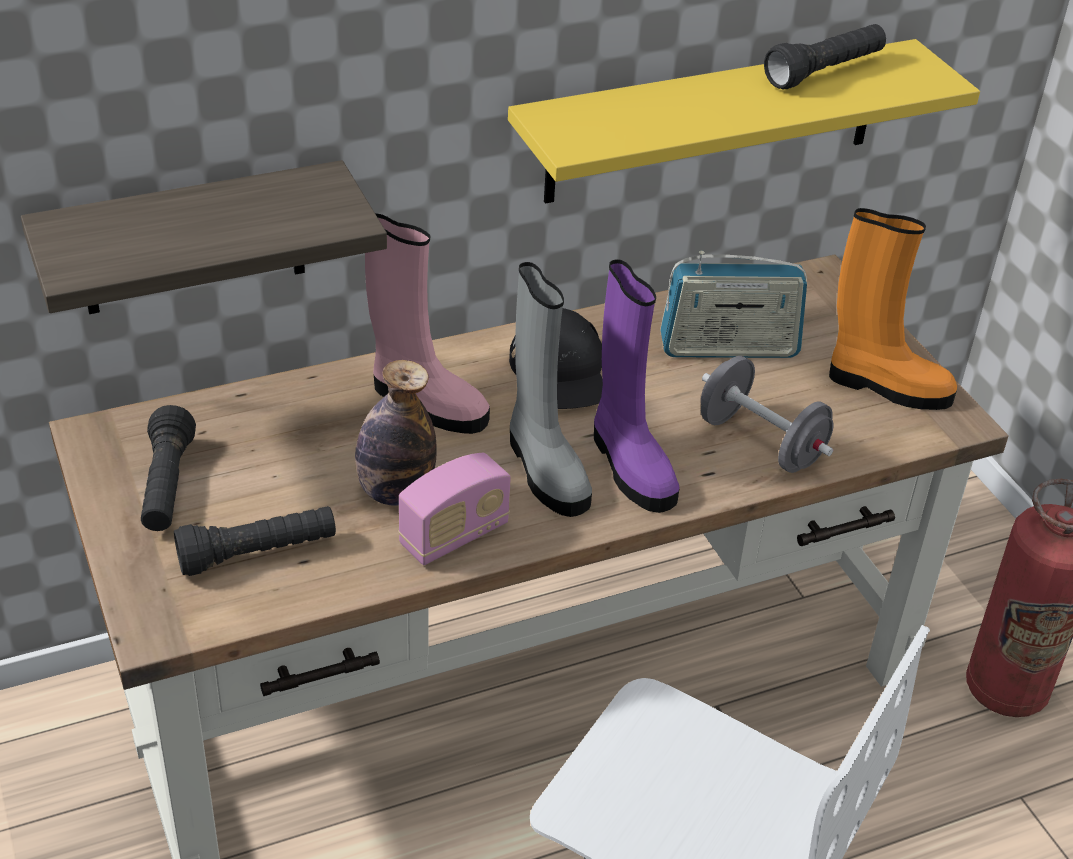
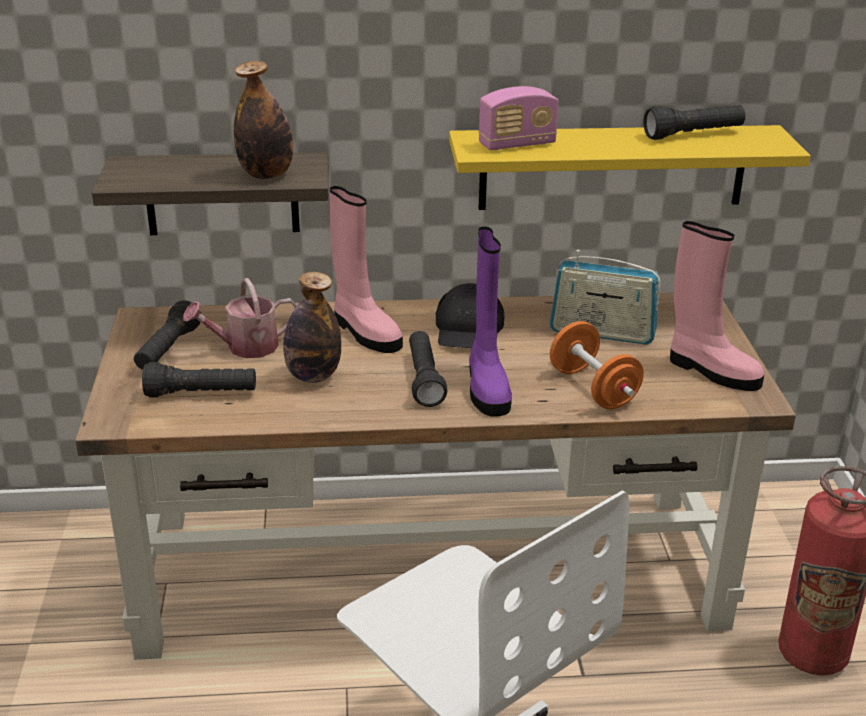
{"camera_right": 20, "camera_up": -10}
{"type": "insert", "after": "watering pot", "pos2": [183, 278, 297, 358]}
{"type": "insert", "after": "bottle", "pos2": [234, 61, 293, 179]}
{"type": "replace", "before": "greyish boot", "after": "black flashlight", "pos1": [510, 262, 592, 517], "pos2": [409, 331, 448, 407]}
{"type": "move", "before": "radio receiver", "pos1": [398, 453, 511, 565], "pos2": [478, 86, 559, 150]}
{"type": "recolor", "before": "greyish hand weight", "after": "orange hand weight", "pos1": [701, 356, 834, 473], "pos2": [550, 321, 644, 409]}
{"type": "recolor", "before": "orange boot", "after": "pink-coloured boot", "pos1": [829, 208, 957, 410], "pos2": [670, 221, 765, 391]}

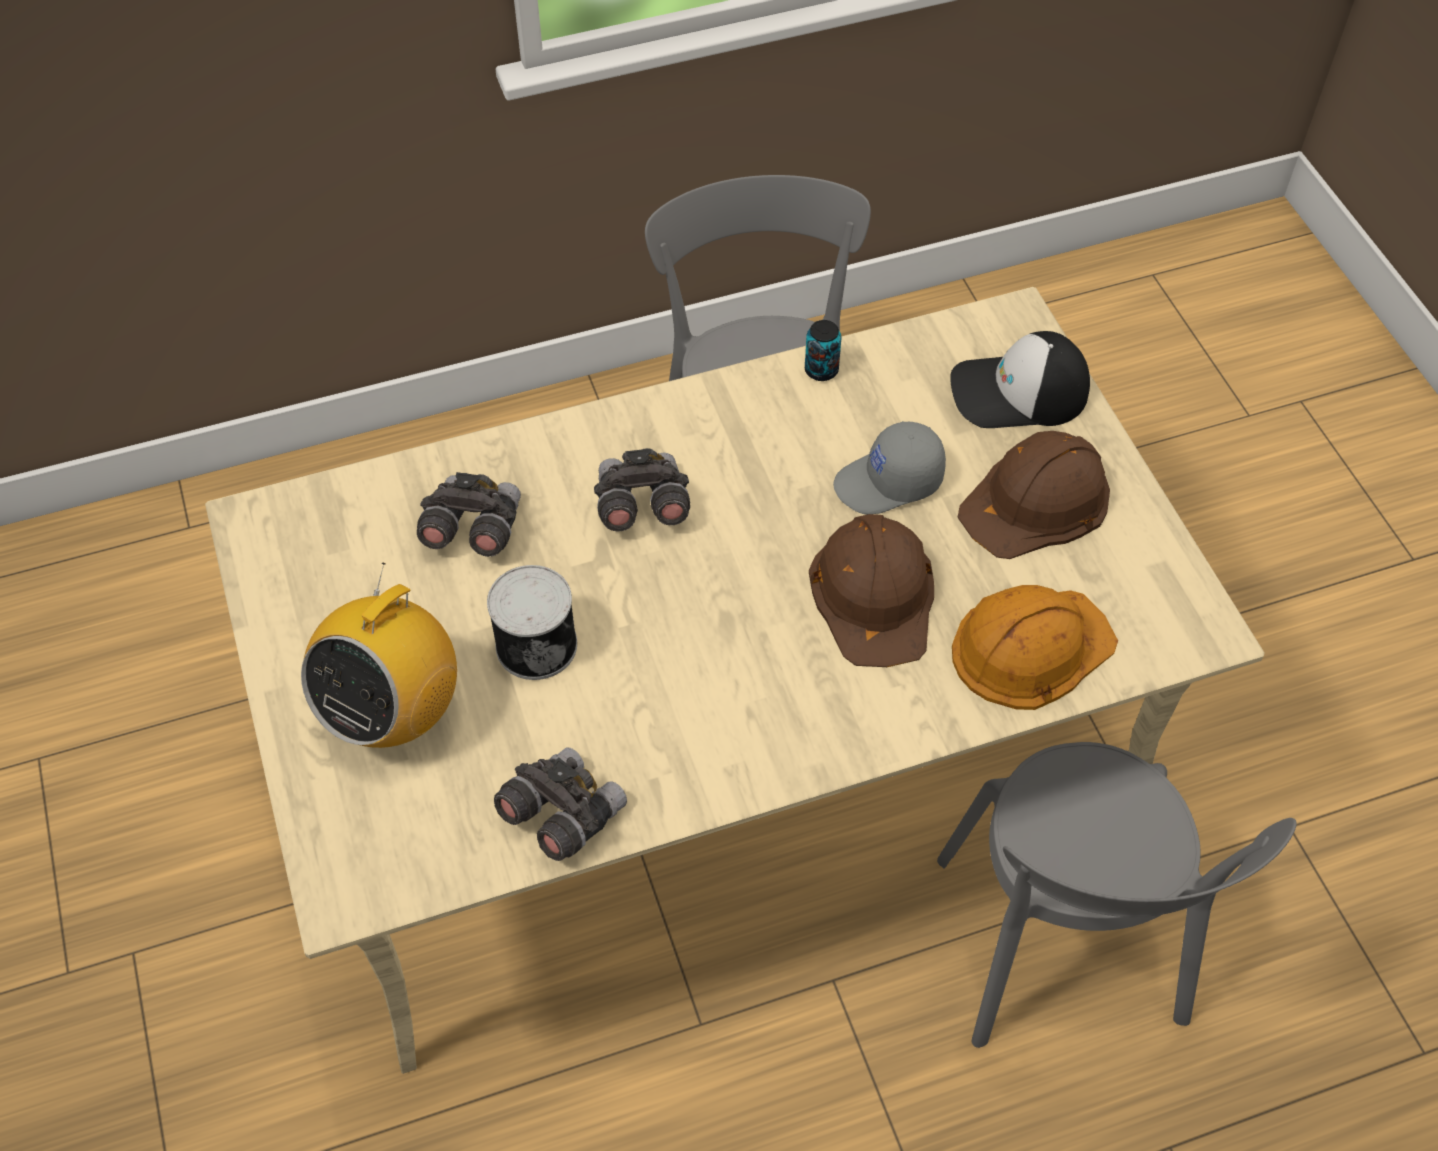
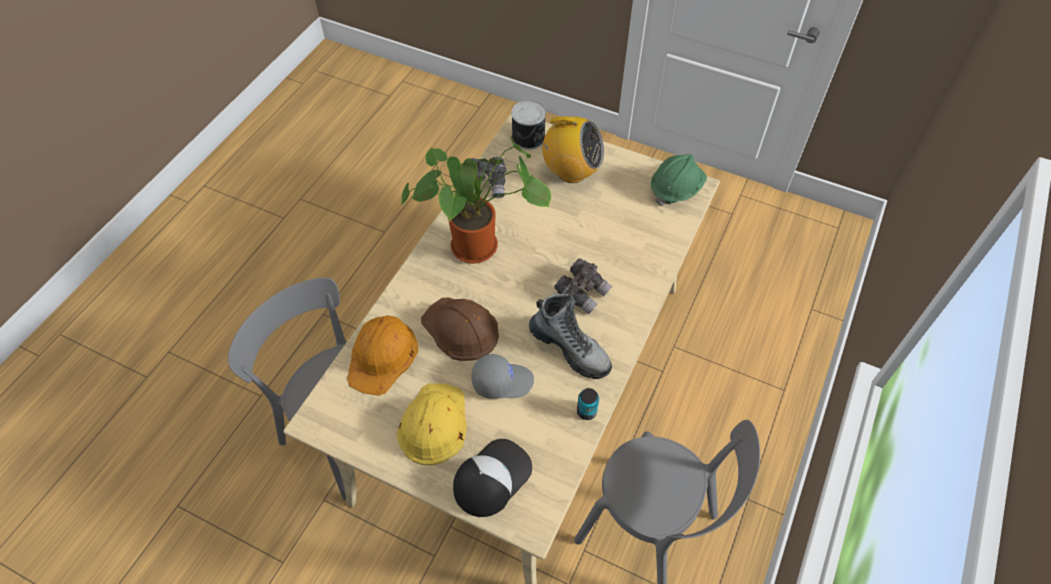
{"camera_right": 135, "camera_up": 0}
{"type": "recolor", "before": "brown-coloured work helmet", "after": "yellowish work helmet", "pos1": [958, 431, 1110, 559], "pos2": [396, 383, 467, 465]}
{"type": "insert", "after": "plant in a pot", "pos2": [401, 136, 551, 263]}
{"type": "rotate", "before": "greyish cap", "pos1": [833, 421, 946, 514], "pos2": [471, 354, 534, 399], "turn": 60}
{"type": "move", "before": "metal can", "pos1": [487, 565, 577, 680], "pos2": [511, 100, 546, 150]}
{"type": "insert", "after": "boot", "pos2": [529, 293, 612, 379]}
{"type": "rotate", "before": "radio receiver", "pos1": [301, 563, 457, 748], "pos2": [538, 116, 604, 183], "turn": 120}
{"type": "insert", "after": "green work helmet", "pos2": [651, 154, 707, 206]}
{"type": "delete", "before": "greyish pair of binoculars", "pos1": [417, 472, 521, 557]}

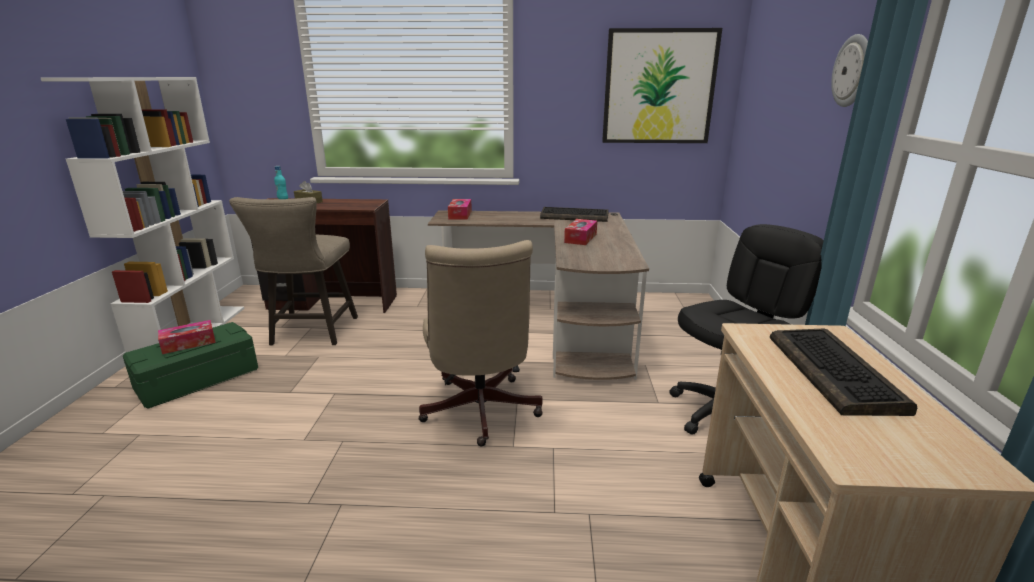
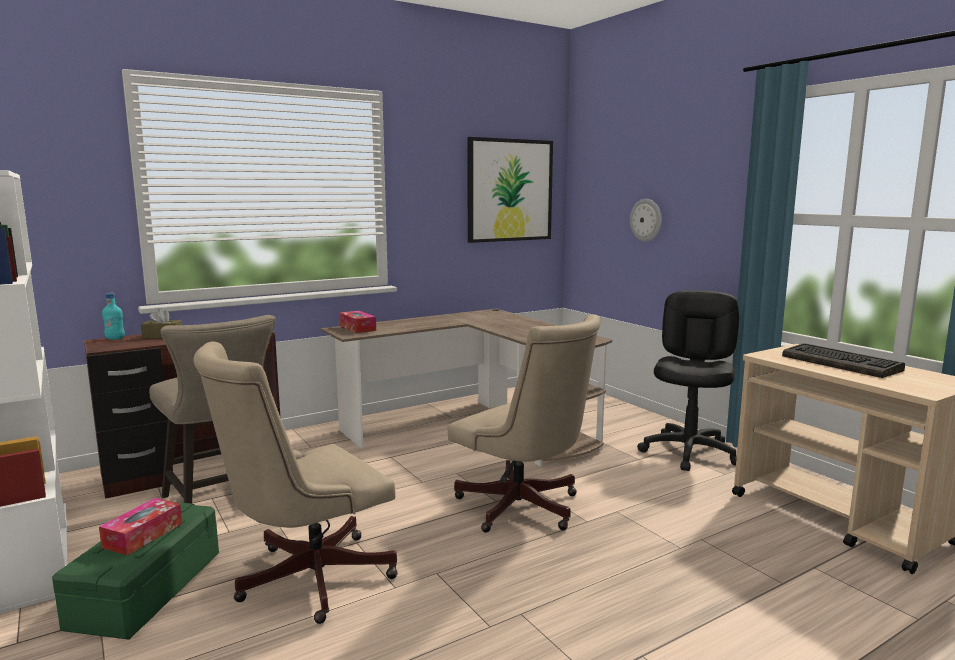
{"camera_right": -35, "camera_up": -10}
{"type": "insert", "after": "beige desk chair", "pos2": [193, 342, 398, 624]}
{"type": "move", "before": "clock on the wall", "pos1": [831, 34, 868, 107], "pos2": [630, 199, 662, 242]}
{"type": "delete", "before": "computer keyboard", "pos1": [540, 207, 609, 222]}
{"type": "delete", "before": "box of tissues", "pos1": [564, 219, 597, 245]}

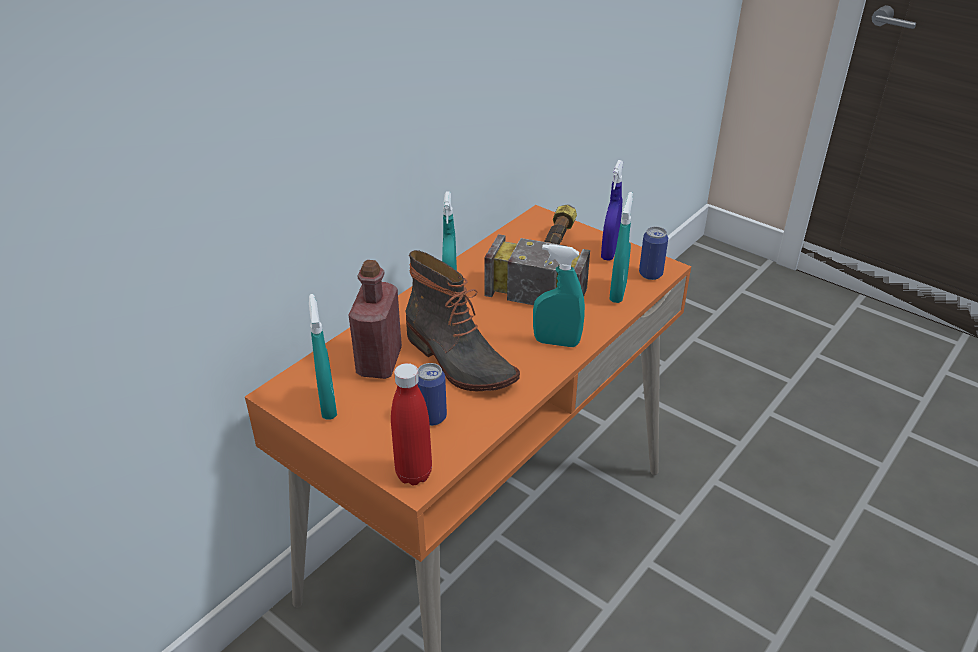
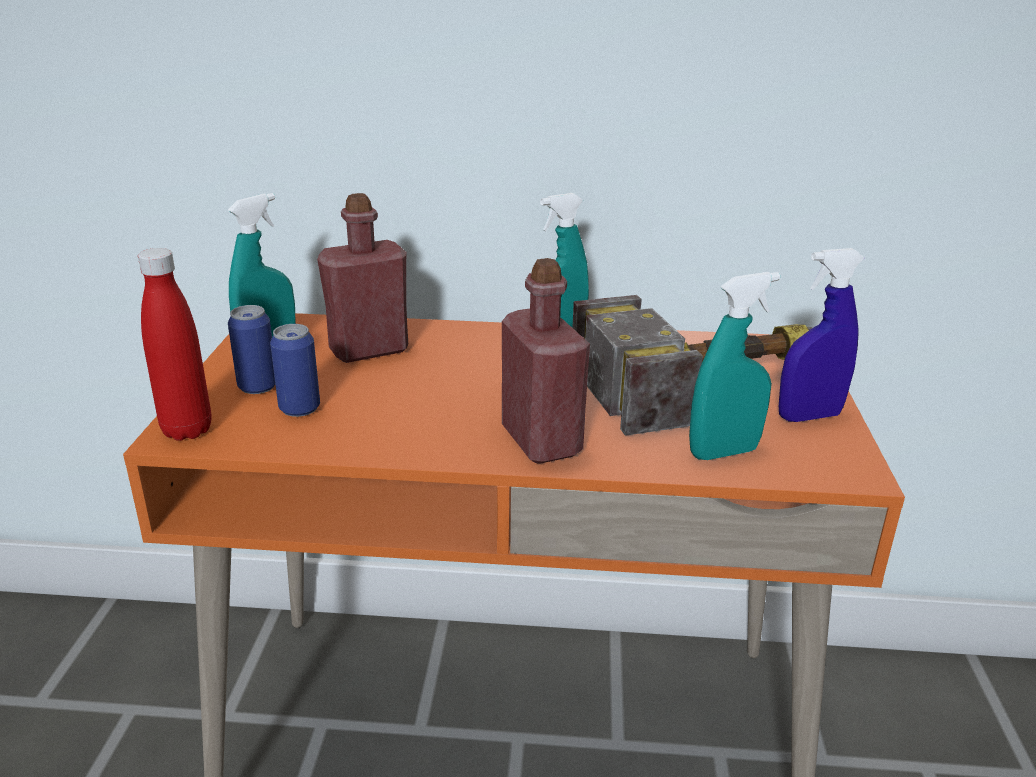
{"camera_right": 55, "camera_up": -10}
{"type": "move", "before": "metal can", "pos1": [639, 226, 668, 280], "pos2": [228, 305, 275, 394]}
{"type": "replace", "before": "turquoise spray bottle", "after": "red-coloured bottle", "pos1": [533, 244, 585, 347], "pos2": [502, 258, 590, 464]}
{"type": "delete", "before": "boot", "pos1": [405, 250, 520, 391]}

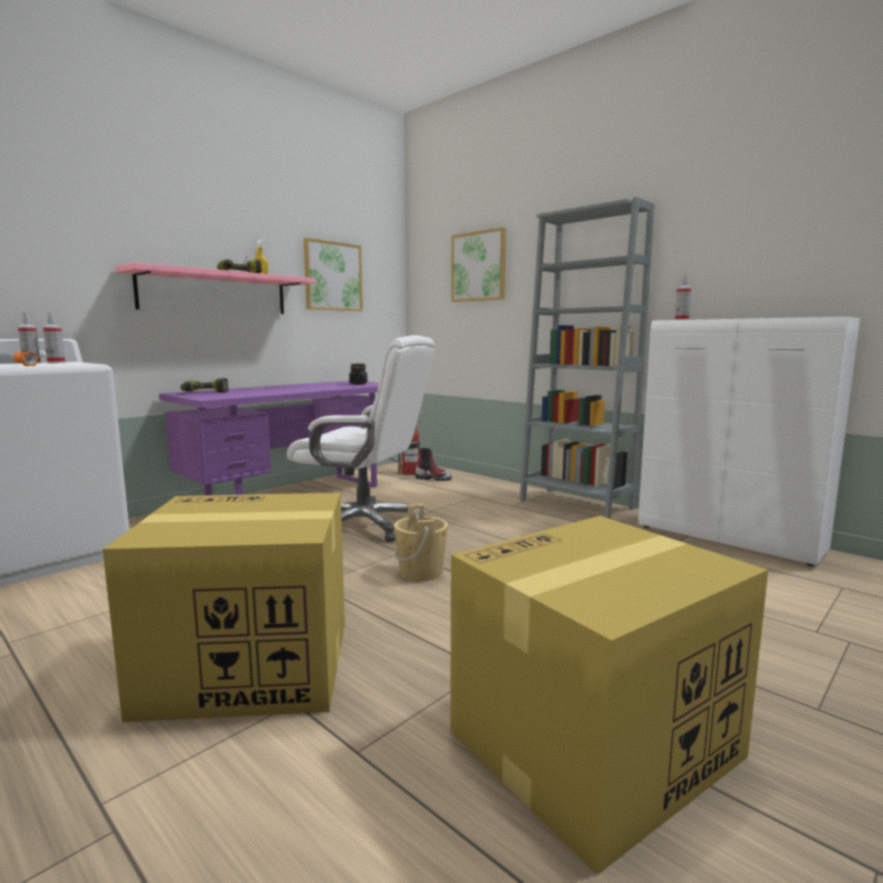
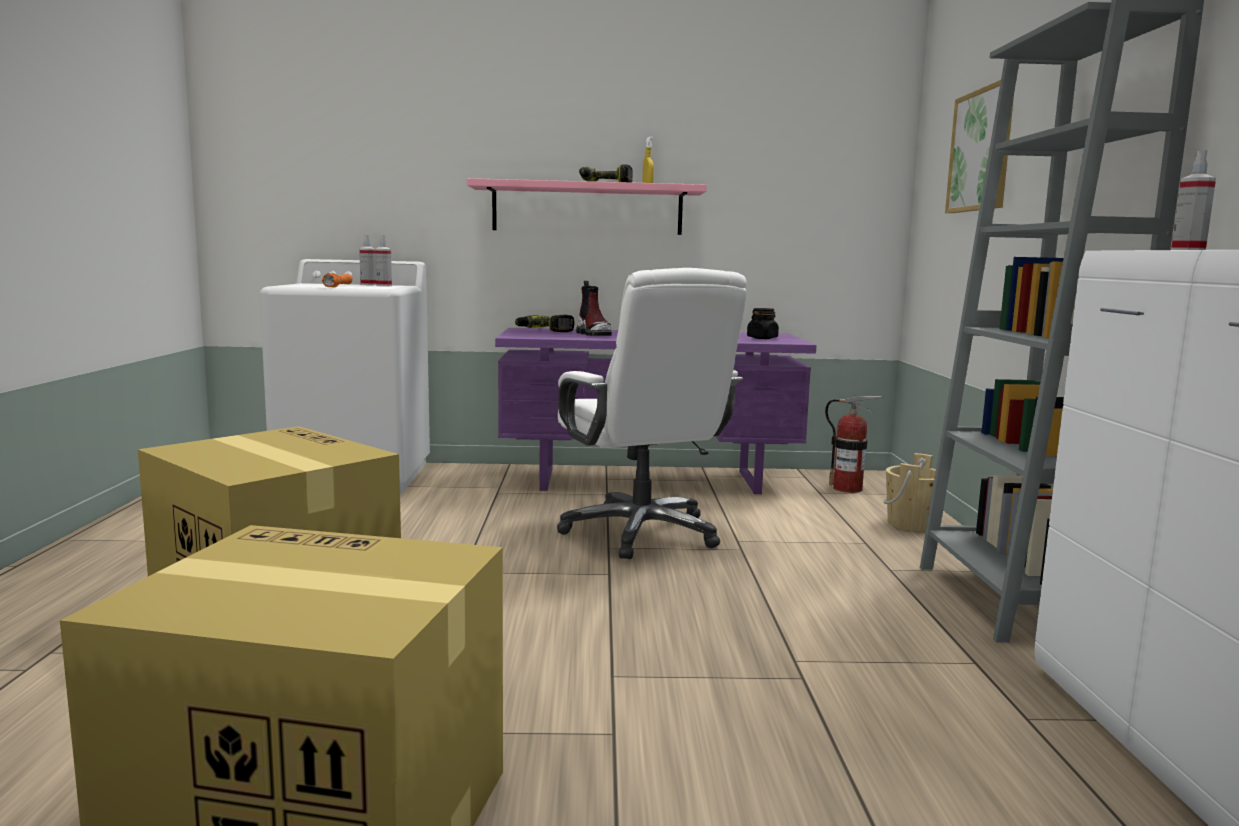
{"camera_right": 45, "camera_up": 0}
{"type": "move", "before": "boot", "pos1": [415, 445, 452, 481], "pos2": [576, 281, 612, 336]}
{"type": "move", "before": "beige pail", "pos1": [394, 504, 448, 581], "pos2": [884, 453, 936, 532]}
{"type": "delete", "before": "wall art", "pos1": [304, 238, 363, 311]}

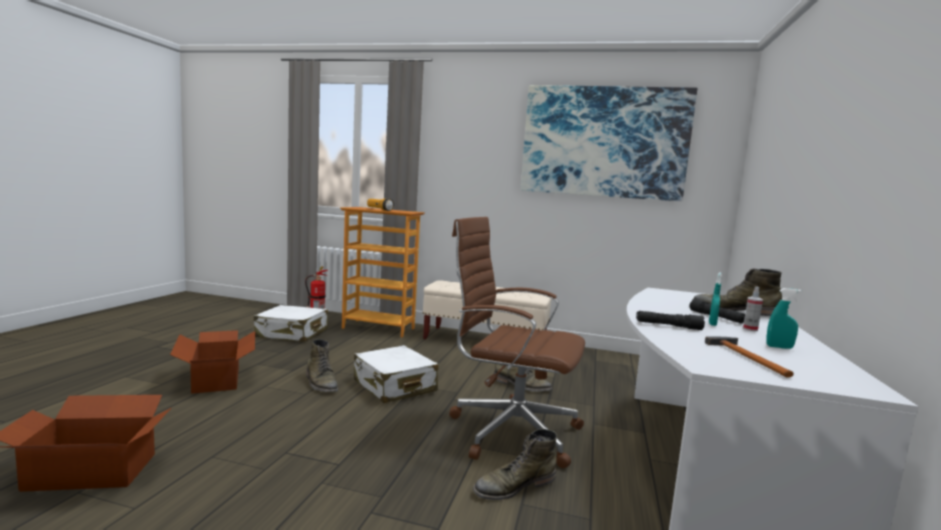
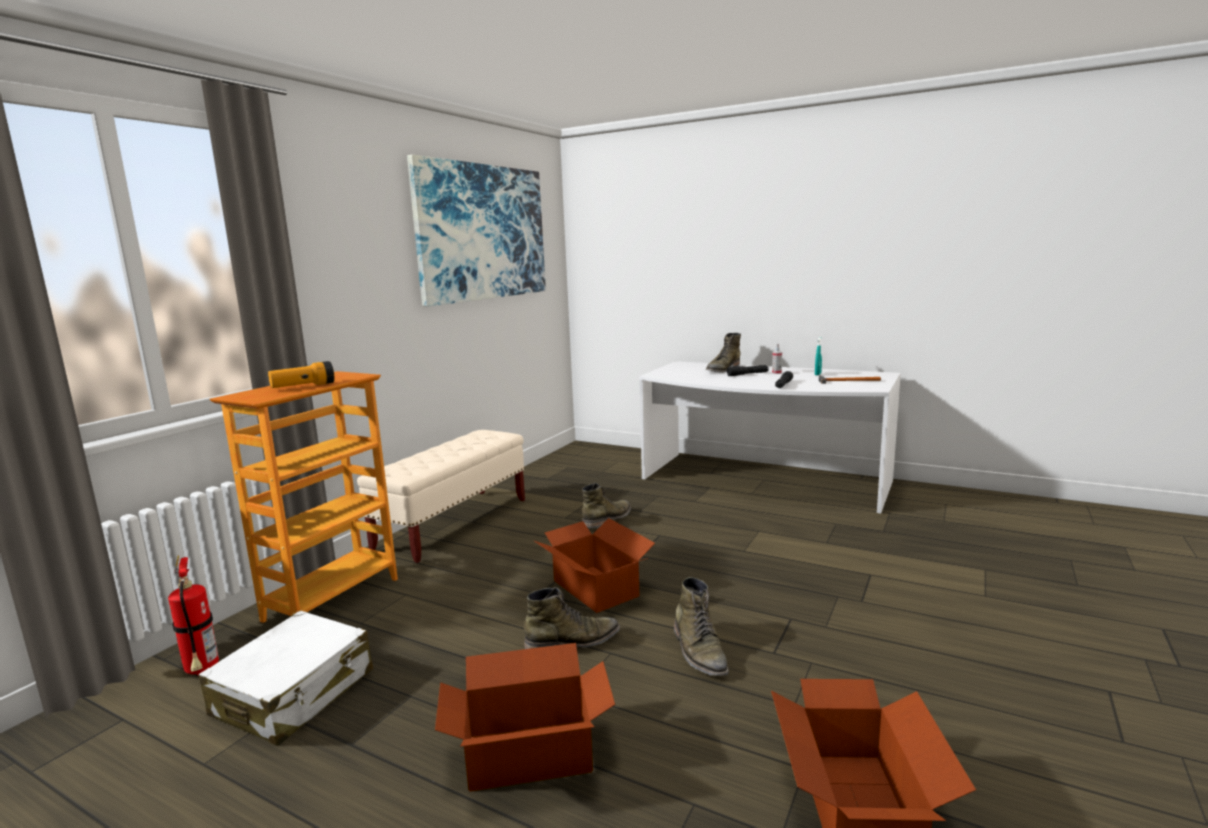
{"camera_right": -75, "camera_up": 5}
{"type": "replace", "before": "white-coloured piece of luggage", "after": "cardboard box", "pos1": [354, 345, 438, 403], "pos2": [533, 518, 655, 613]}
{"type": "move", "before": "green boot", "pos1": [473, 429, 557, 500], "pos2": [674, 577, 729, 676]}
{"type": "delete", "before": "brown-coloured desk chair", "pos1": [449, 217, 585, 468]}
{"type": "delete", "before": "turquoise spray bottle", "pos1": [709, 273, 722, 326]}

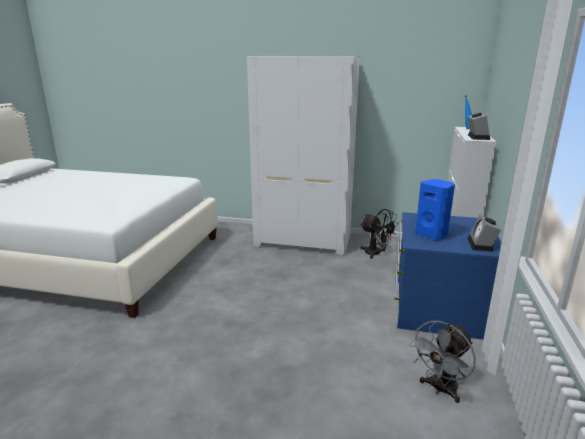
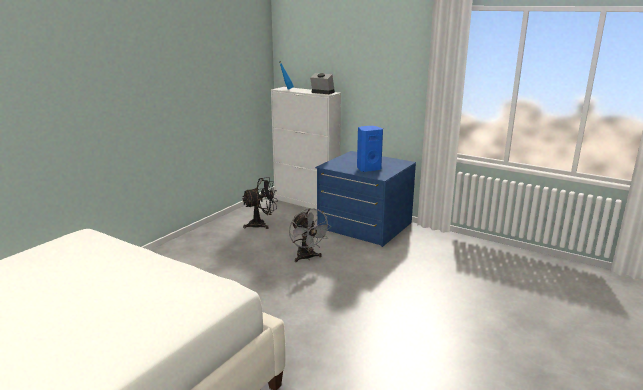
{"camera_right": -70, "camera_up": 0}
{"type": "move", "before": "greyish electric fan", "pos1": [409, 321, 476, 403], "pos2": [289, 208, 331, 262]}
{"type": "delete", "before": "white-coloured clothes cupboard", "pos1": [247, 56, 360, 256]}
{"type": "delete", "before": "alarm clock", "pos1": [467, 214, 501, 252]}

